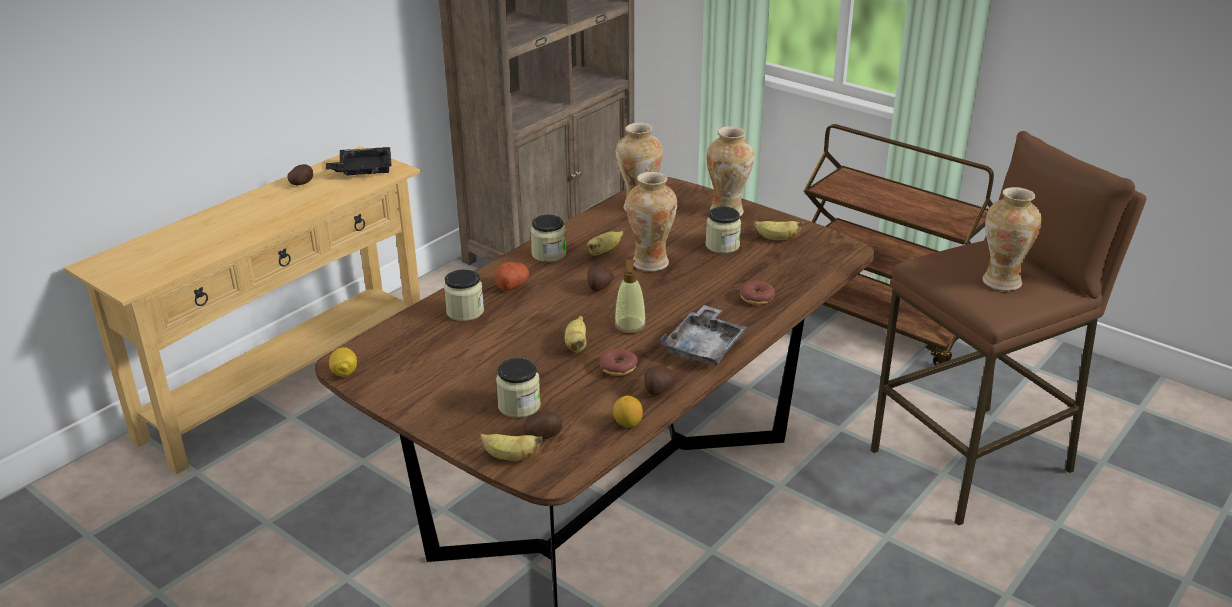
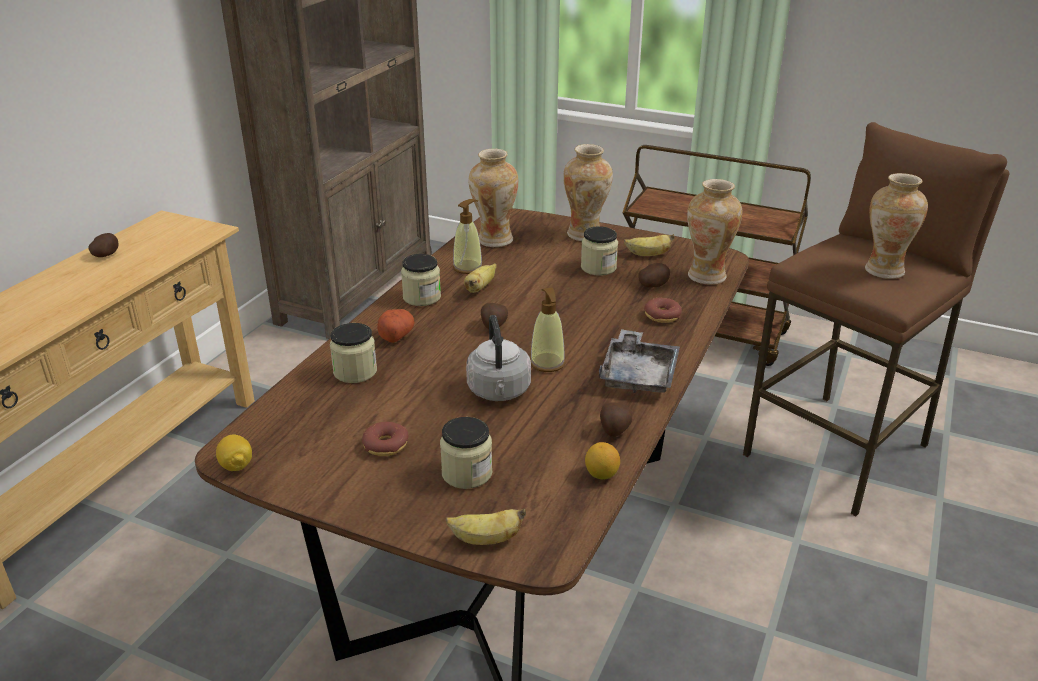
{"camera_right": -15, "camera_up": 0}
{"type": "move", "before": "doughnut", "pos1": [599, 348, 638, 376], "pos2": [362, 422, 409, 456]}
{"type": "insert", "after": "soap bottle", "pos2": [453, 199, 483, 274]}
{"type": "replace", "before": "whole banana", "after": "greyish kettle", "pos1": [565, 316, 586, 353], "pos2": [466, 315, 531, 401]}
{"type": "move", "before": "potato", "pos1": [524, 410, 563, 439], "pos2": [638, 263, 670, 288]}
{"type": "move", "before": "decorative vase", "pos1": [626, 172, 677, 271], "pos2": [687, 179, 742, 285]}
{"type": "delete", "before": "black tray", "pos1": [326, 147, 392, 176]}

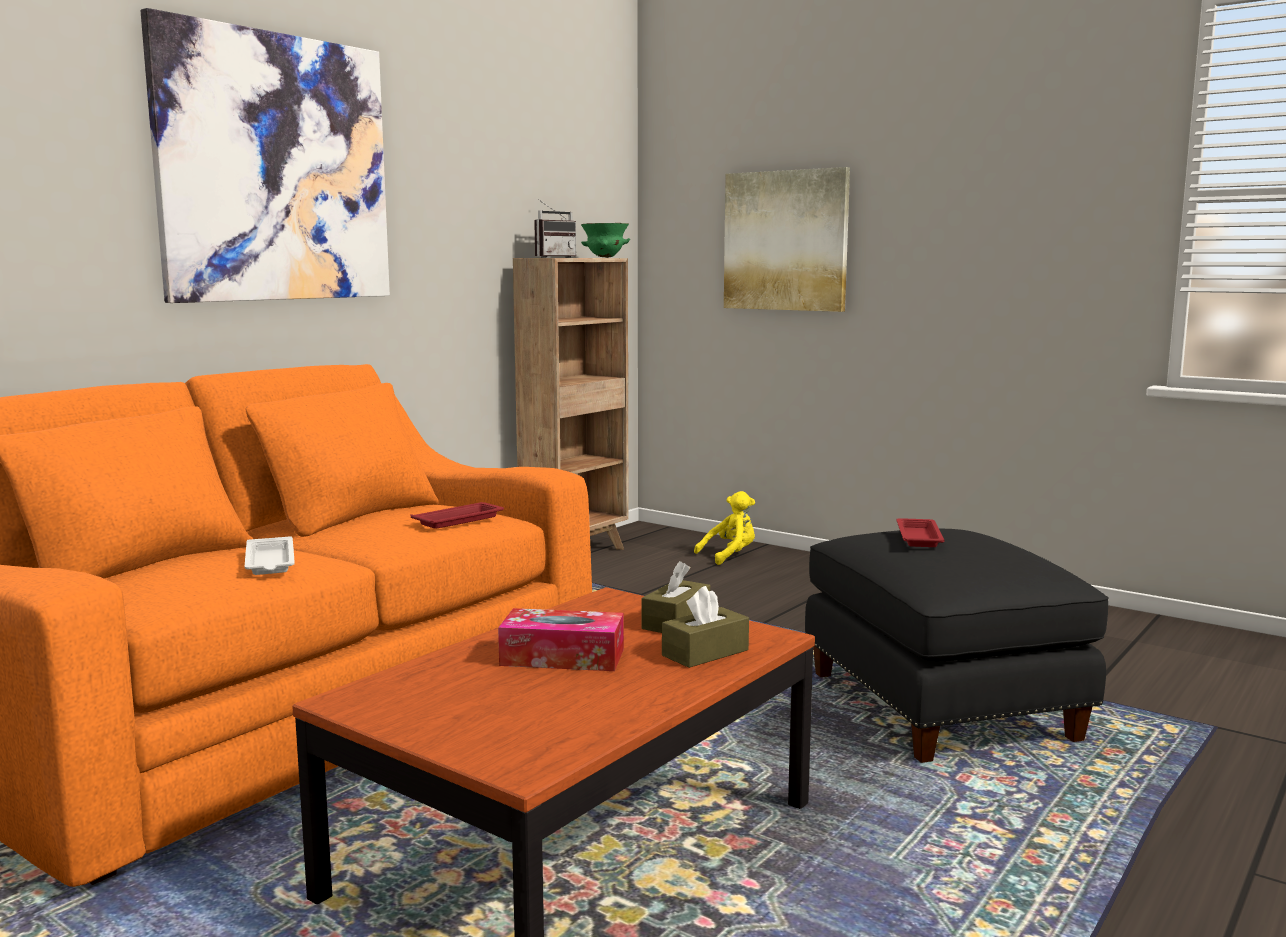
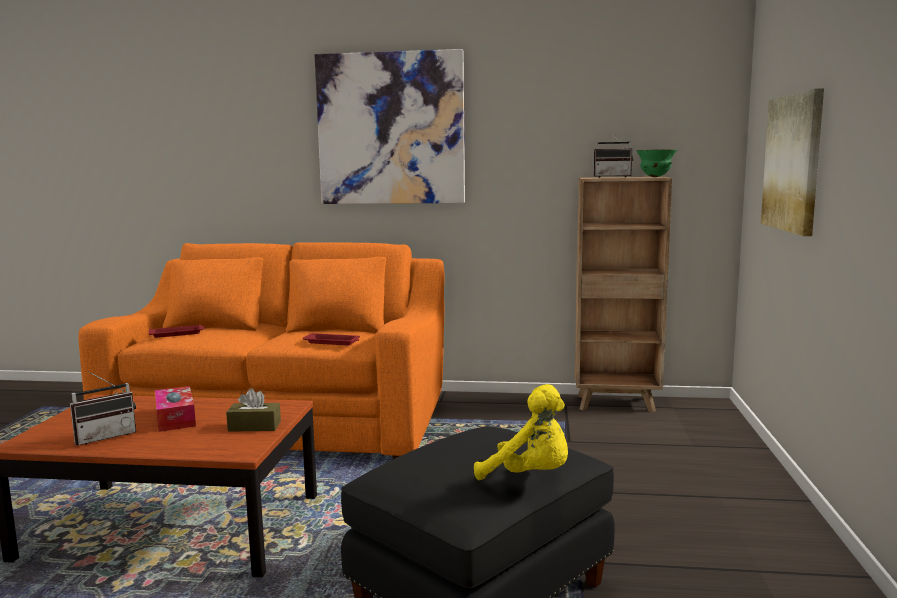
{"camera_right": 60, "camera_up": 0}
{"type": "insert", "after": "radio receiver", "pos2": [70, 371, 136, 445]}
{"type": "move", "before": "red-coloured tray", "pos1": [896, 518, 944, 547], "pos2": [149, 325, 206, 338]}
{"type": "move", "before": "yellowish cuddly toy", "pos1": [694, 491, 755, 565], "pos2": [474, 384, 568, 480]}
{"type": "delete", "before": "white-coloured tray", "pos1": [245, 536, 295, 575]}
{"type": "delete", "before": "brown-coloured box of tissues", "pos1": [662, 586, 749, 668]}

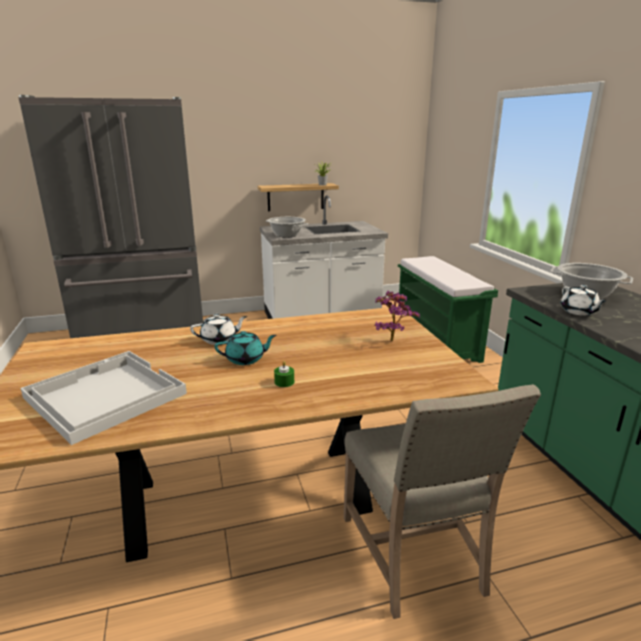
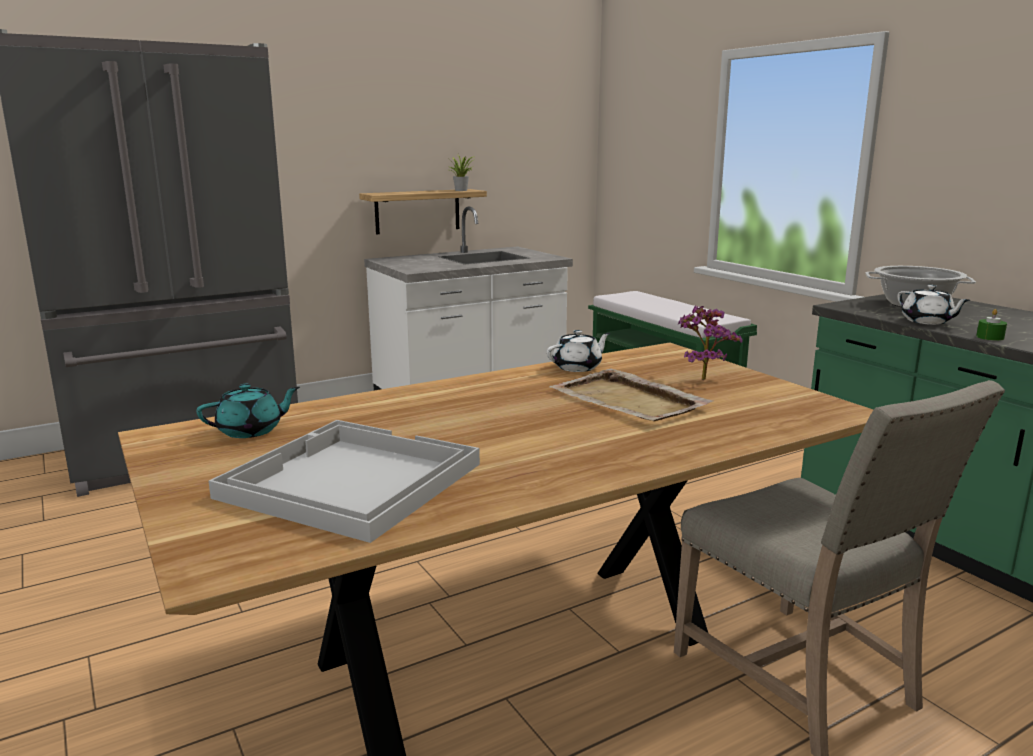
{"camera_right": -15, "camera_up": -5}
{"type": "move", "before": "turquoise pot for tea", "pos1": [215, 331, 276, 365], "pos2": [196, 384, 300, 438]}
{"type": "move", "before": "white-coloured pot for tea", "pos1": [190, 314, 247, 345], "pos2": [547, 330, 610, 372]}
{"type": "insert", "after": "beige tray", "pos2": [549, 369, 713, 421]}
{"type": "move", "before": "green candle", "pos1": [274, 361, 294, 387], "pos2": [976, 309, 1007, 341]}
{"type": "delete", "before": "cooking pot", "pos1": [266, 217, 308, 238]}

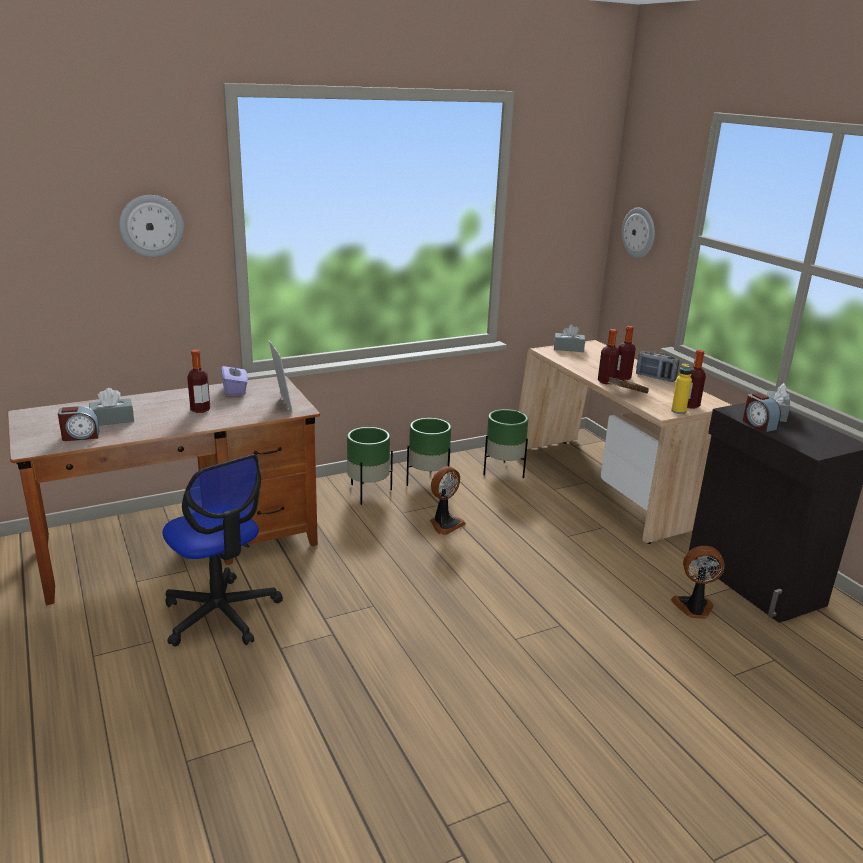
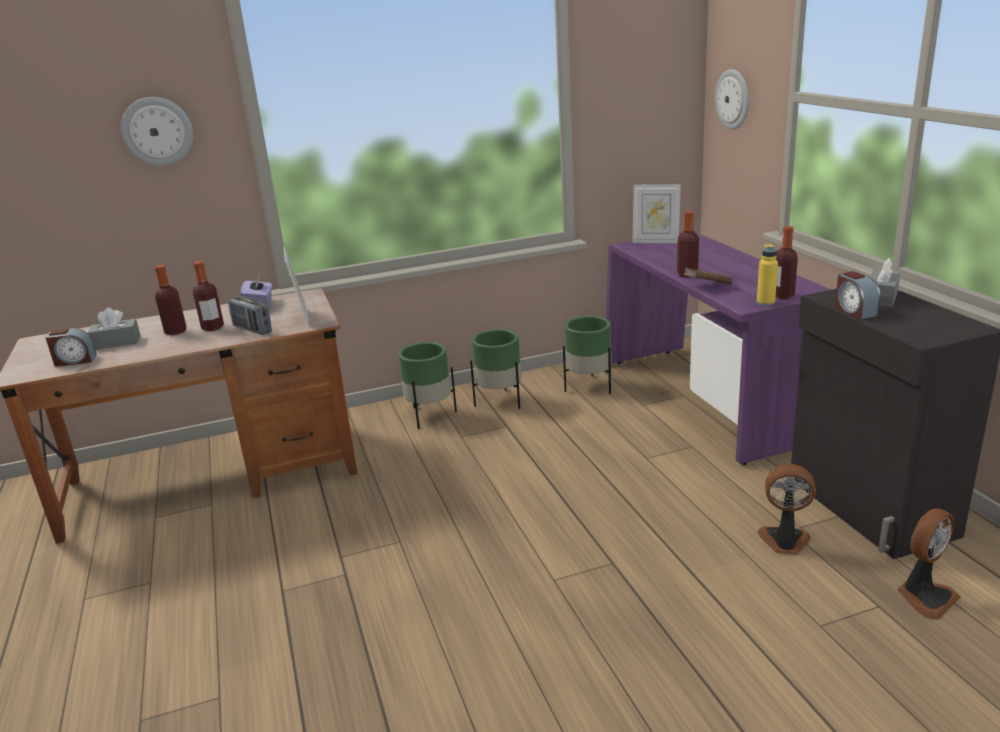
{"camera_right": 10, "camera_up": 0}
{"type": "move", "before": "bottle", "pos1": [616, 326, 636, 381], "pos2": [155, 265, 187, 335]}
{"type": "move", "before": "radio receiver", "pos1": [636, 351, 680, 382], "pos2": [228, 296, 272, 335]}
{"type": "recolor", "before": "beige desk", "after": "purplish desk", "pos1": [518, 340, 731, 544], "pos2": [606, 232, 831, 465]}
{"type": "replace", "before": "greyish box of tissues", "after": "picture frame", "pos1": [554, 324, 585, 352], "pos2": [632, 184, 681, 243]}
{"type": "move", "before": "electric fan", "pos1": [430, 466, 466, 535], "pos2": [897, 508, 961, 620]}
{"type": "delete", "before": "desk chair", "pos1": [163, 454, 283, 647]}

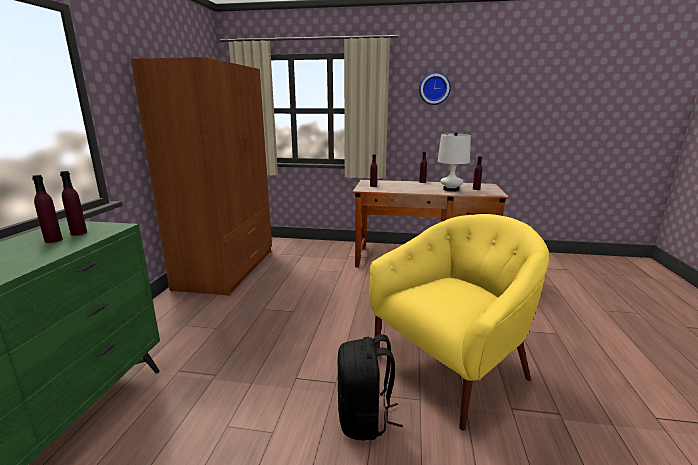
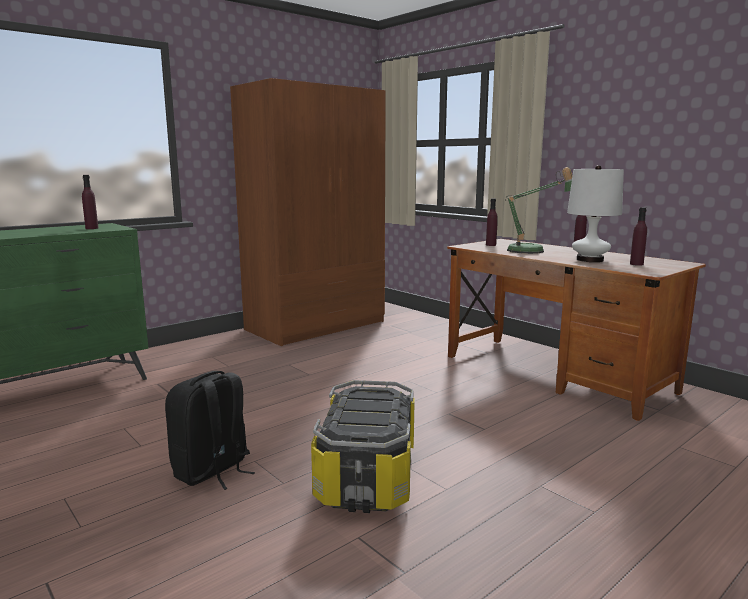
{"camera_right": 40, "camera_up": -5}
{"type": "replace", "before": "yellowish armchair", "after": "storage box", "pos1": [369, 214, 549, 430], "pos2": [311, 380, 415, 513]}
{"type": "insert", "after": "table lamp", "pos2": [505, 167, 573, 254]}
{"type": "delete", "before": "purplish bottle", "pos1": [32, 175, 63, 243]}
{"type": "delete", "before": "clock on the wall", "pos1": [419, 72, 451, 105]}

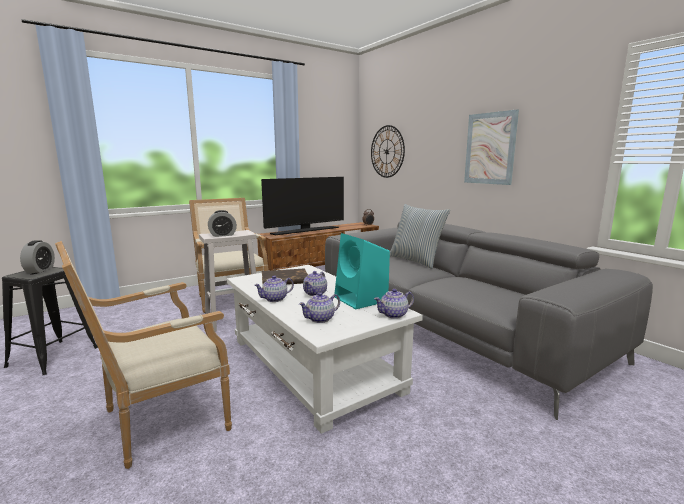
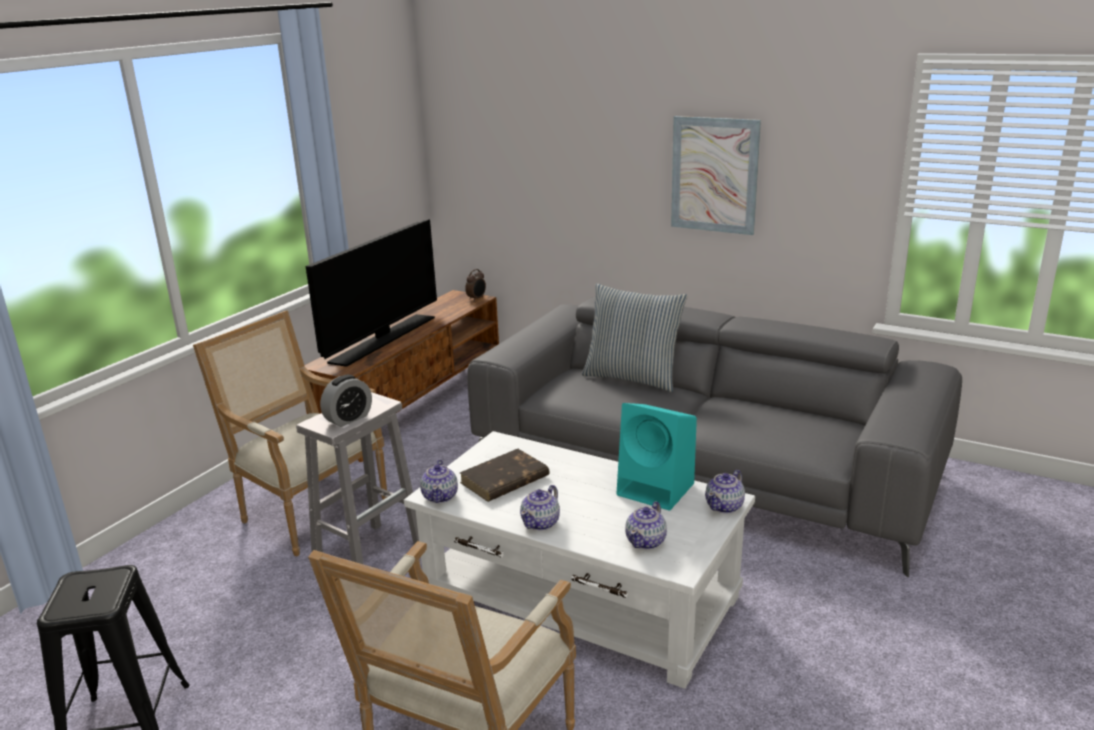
{"camera_right": -25, "camera_up": 10}
{"type": "move", "before": "pot for tea", "pos1": [303, 271, 327, 296], "pos2": [420, 460, 458, 503]}
{"type": "delete", "before": "alarm clock", "pos1": [20, 240, 55, 273]}
{"type": "delete", "before": "clock on the wall", "pos1": [371, 125, 405, 178]}

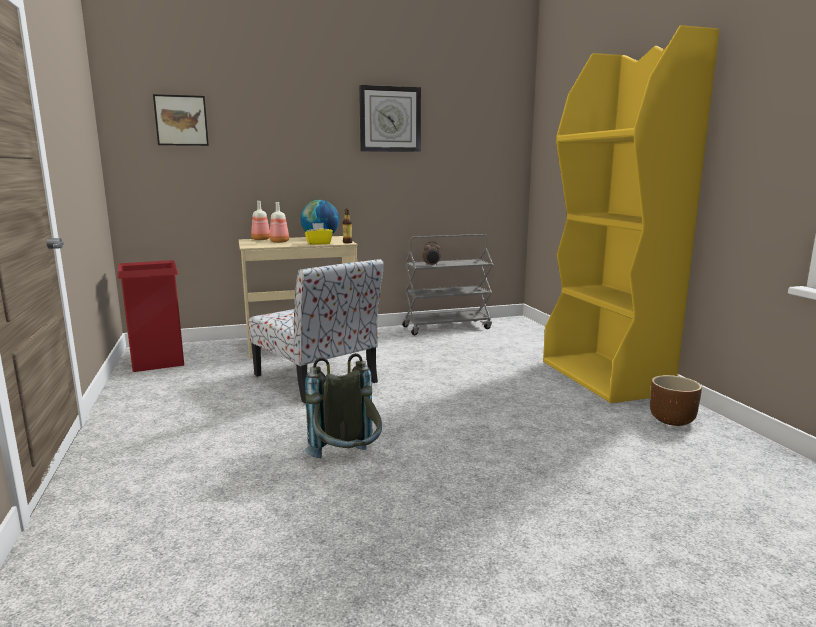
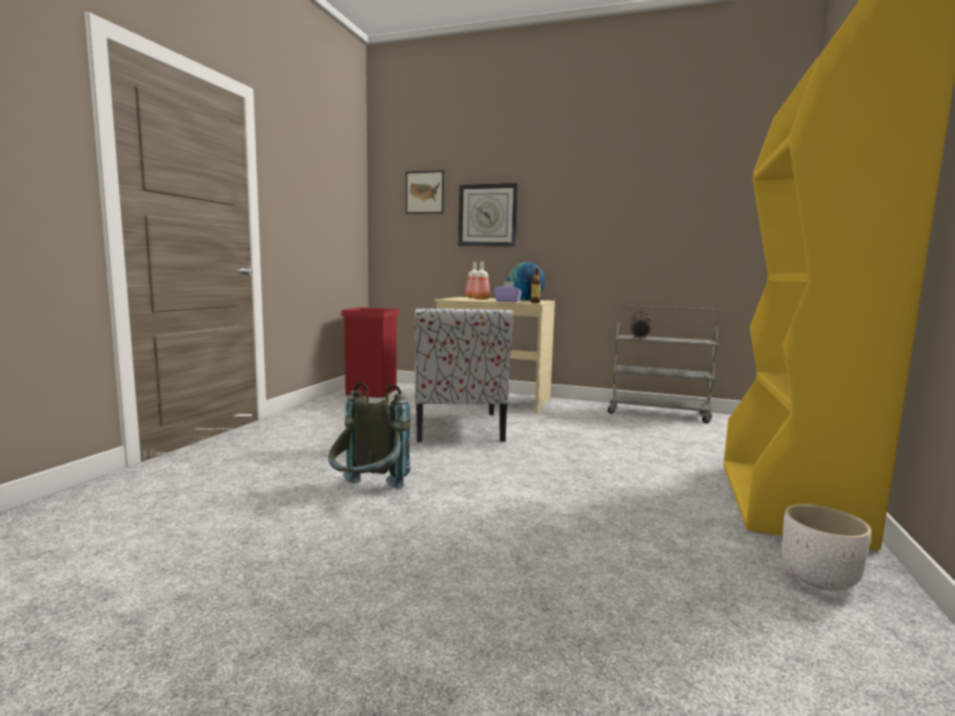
{"camera_right": 35, "camera_up": -5}
{"type": "move", "before": "clock on the wall", "pos1": [359, 85, 421, 152], "pos2": [458, 183, 518, 247]}
{"type": "recolor", "before": "yellowish box of tissues", "after": "purplish box of tissues", "pos1": [305, 223, 333, 245], "pos2": [494, 281, 522, 302]}
{"type": "recolor", "before": "brown-coloured plant pot", "after": "white-coloured plant pot", "pos1": [650, 375, 702, 426], "pos2": [782, 504, 871, 591]}

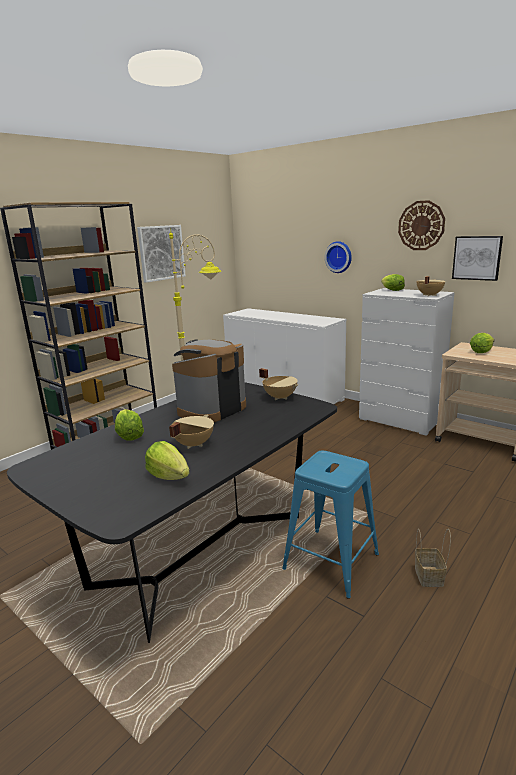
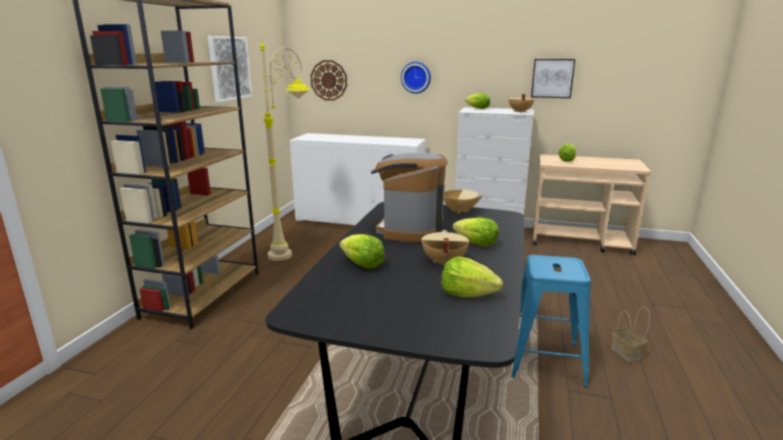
{"camera_right": -25, "camera_up": 0}
{"type": "move", "before": "clock on the wall", "pos1": [398, 200, 445, 250], "pos2": [311, 60, 347, 101]}
{"type": "insert", "after": "lettuce", "pos2": [453, 217, 499, 247]}

